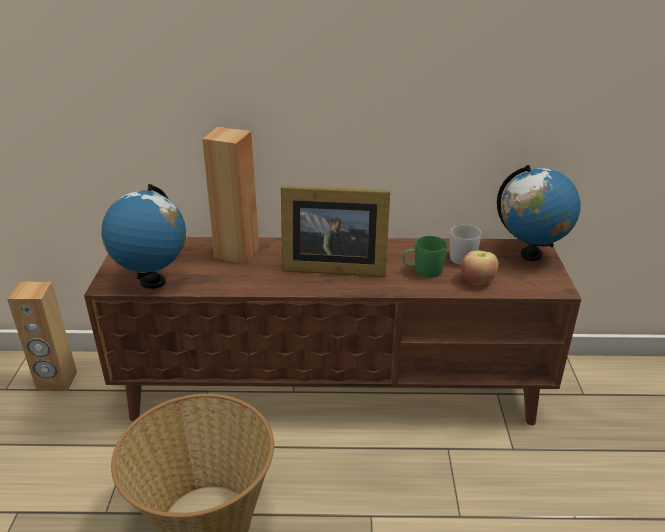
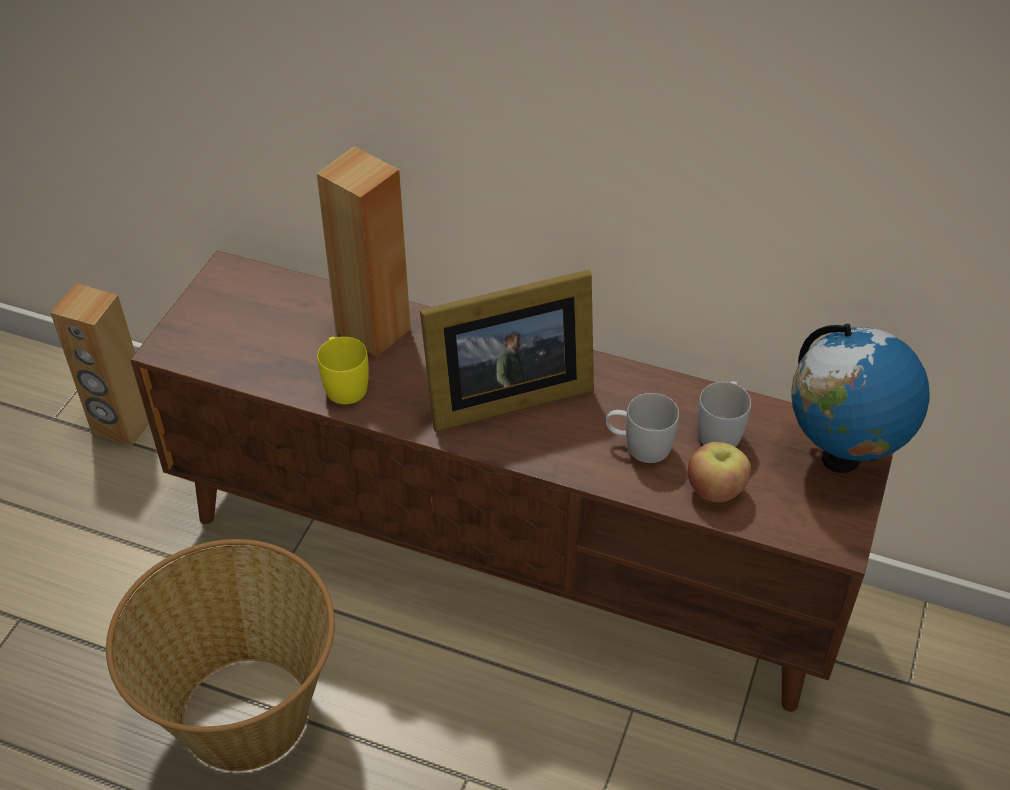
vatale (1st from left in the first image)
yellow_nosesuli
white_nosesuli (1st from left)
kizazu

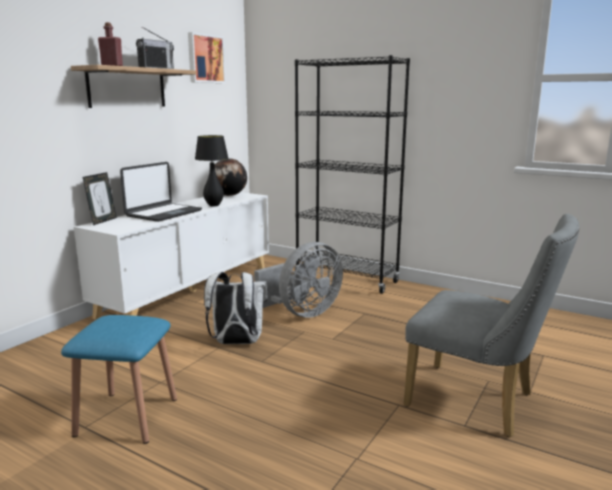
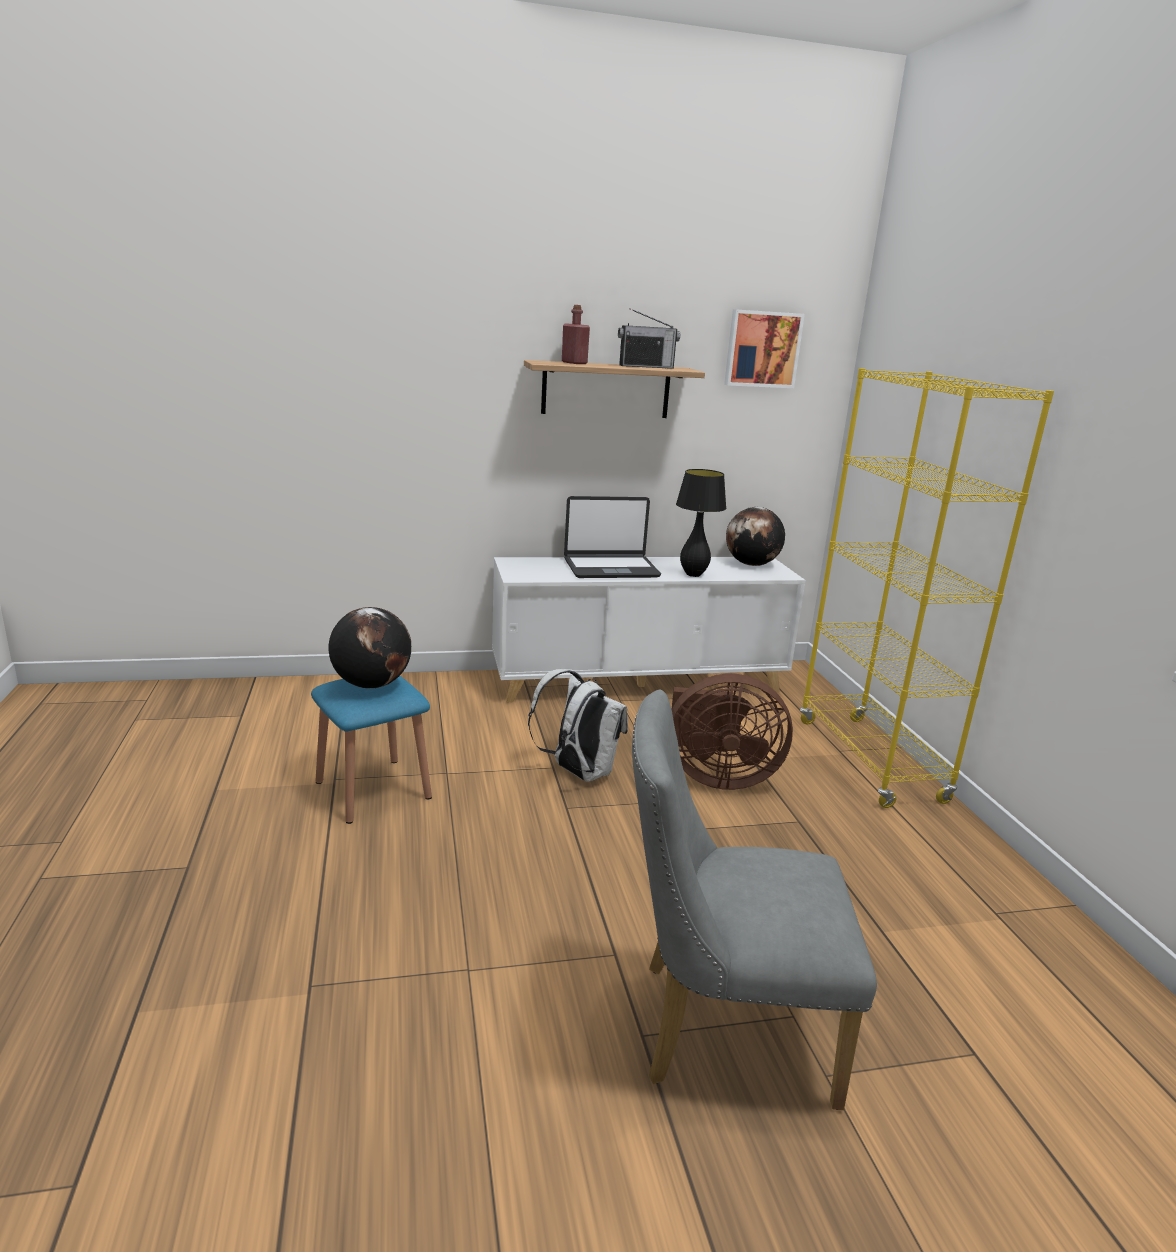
kizazu
vatale (1st from left)
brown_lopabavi
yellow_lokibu
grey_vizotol

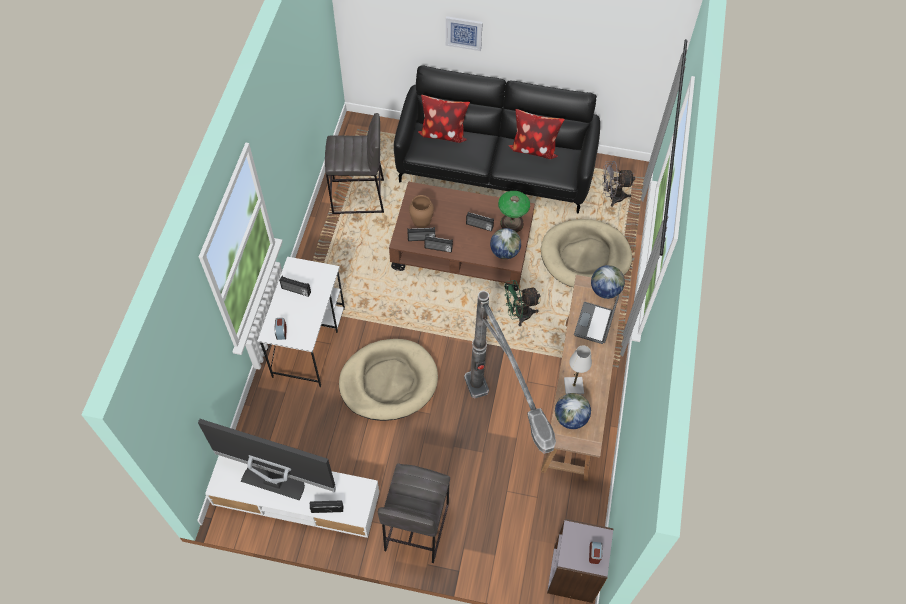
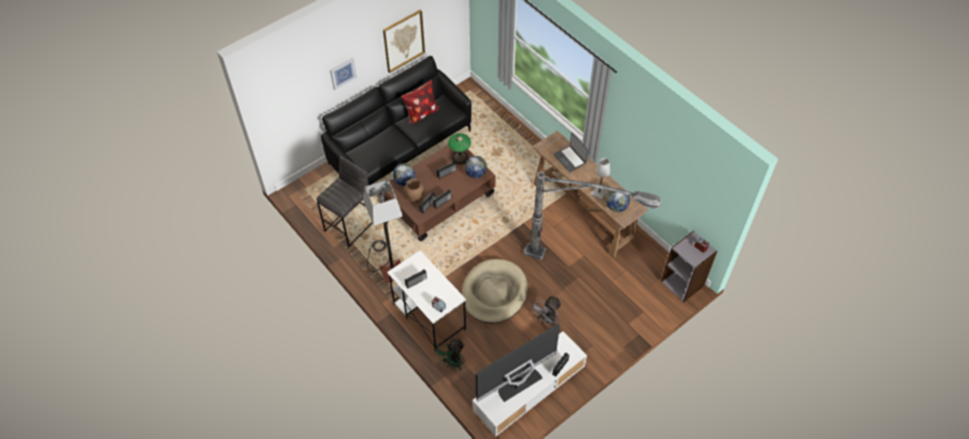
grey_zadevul (2nd from left in the first image)
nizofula (1st from left in the first image)
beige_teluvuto (2nd from left in the first image)
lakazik (1st from left)
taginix (2nd from left)
green_lopabavi
vatale (1st from left)
grey_lopabavi

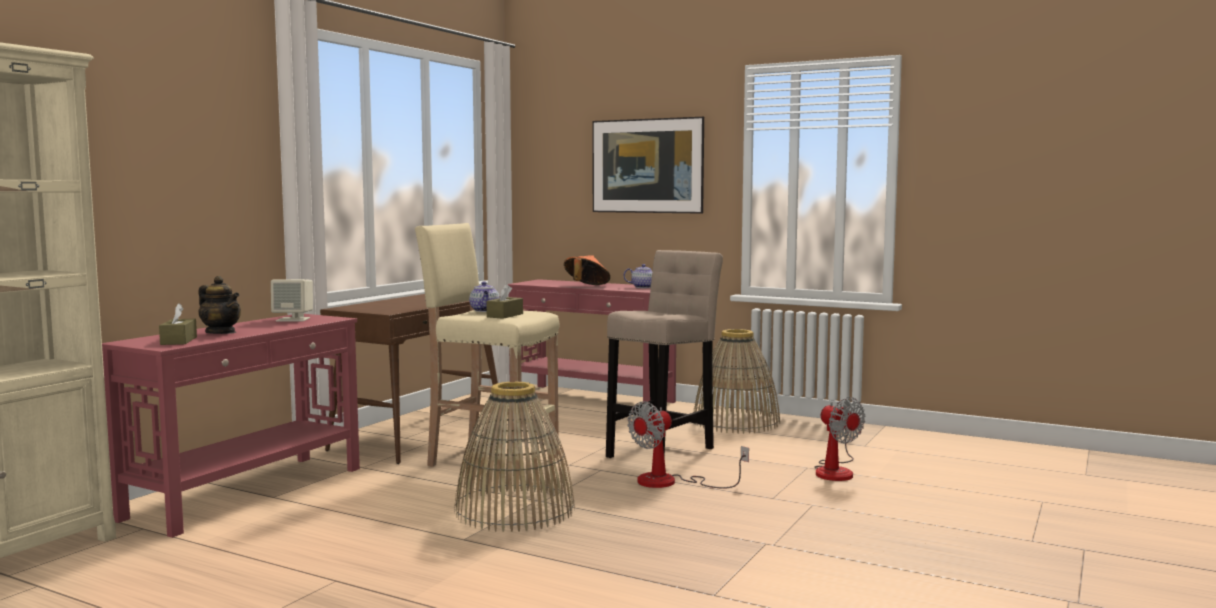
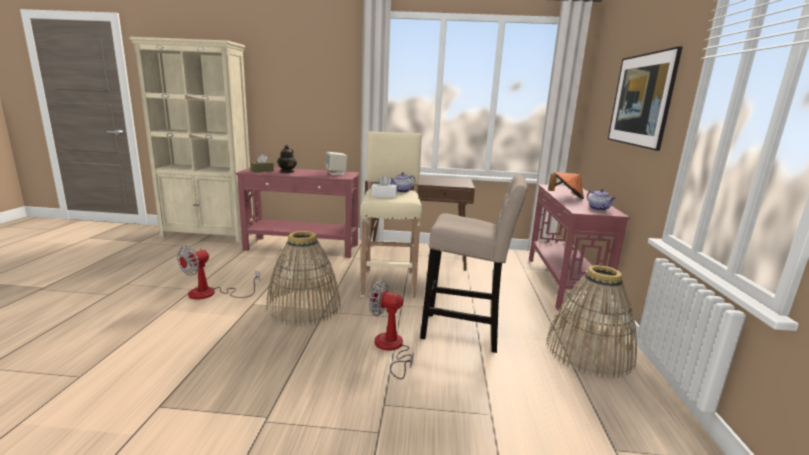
lopabavi (1st from left)
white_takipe

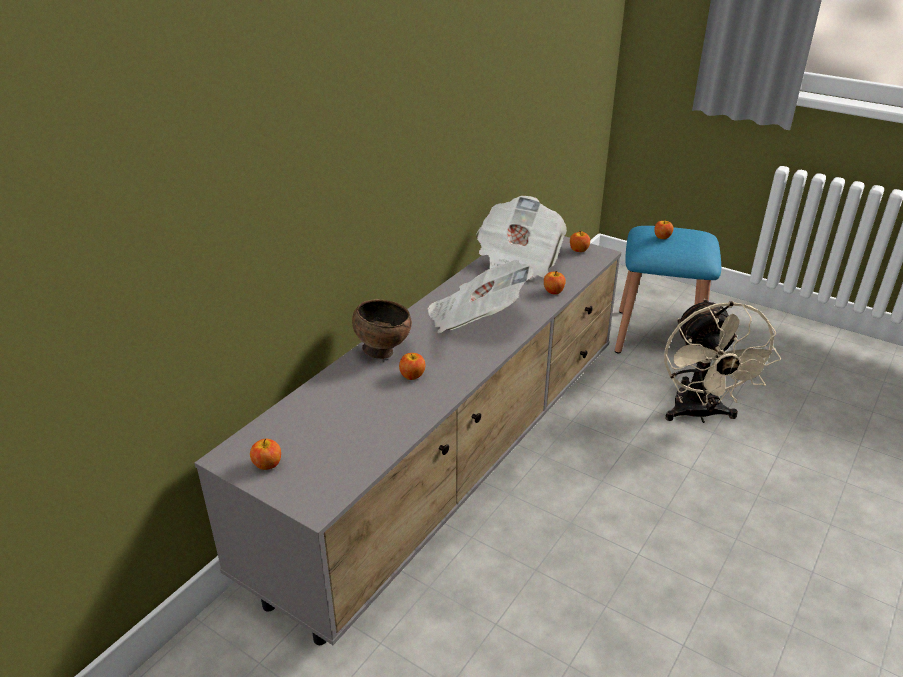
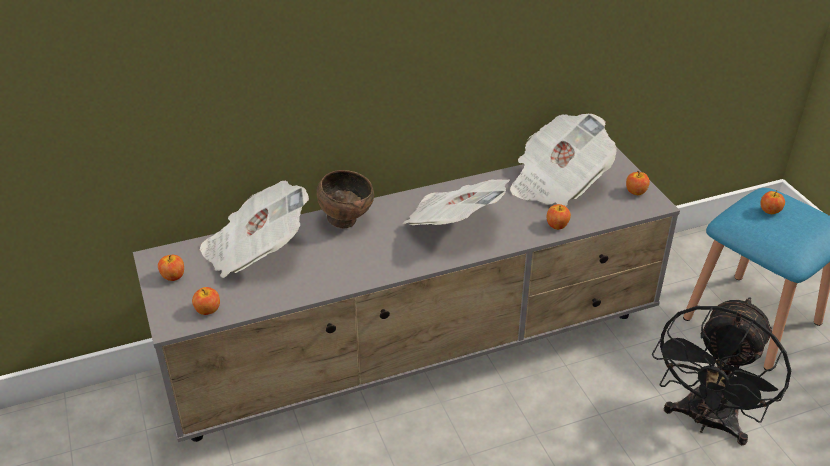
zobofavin (1st from left)
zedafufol (2nd from left)
black_lopabavi

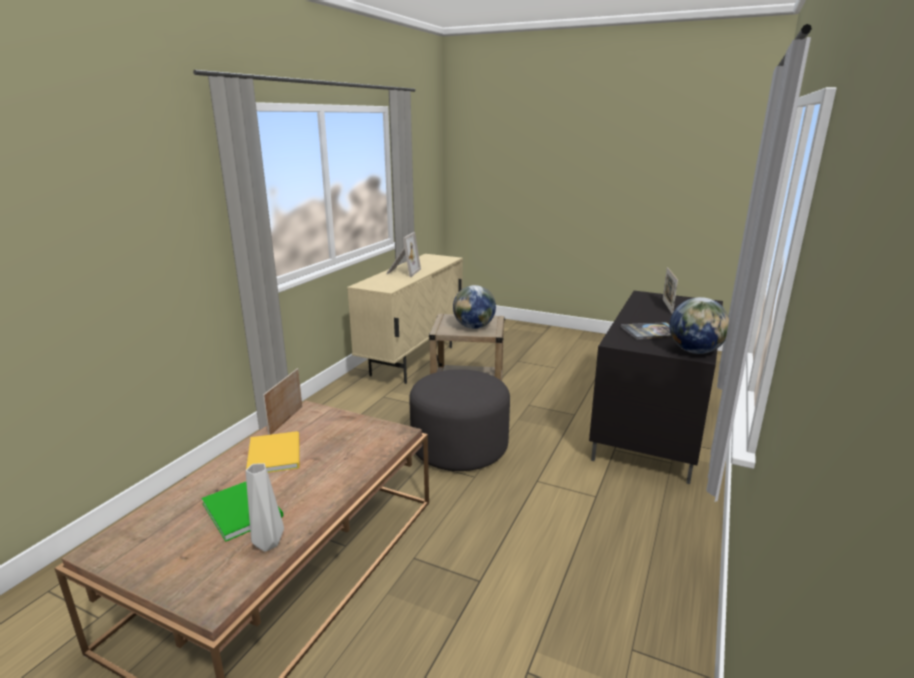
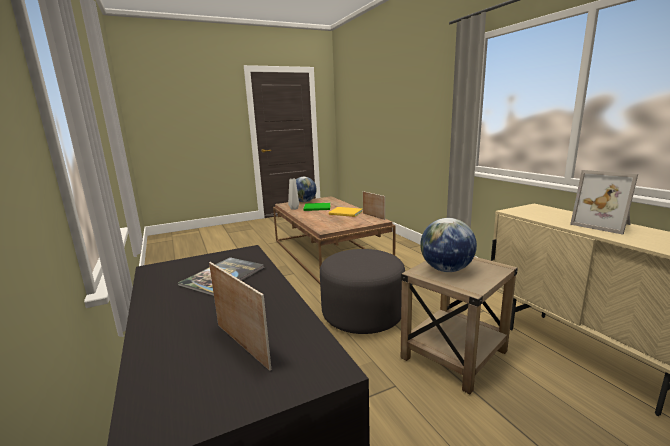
vatale (1st from left)

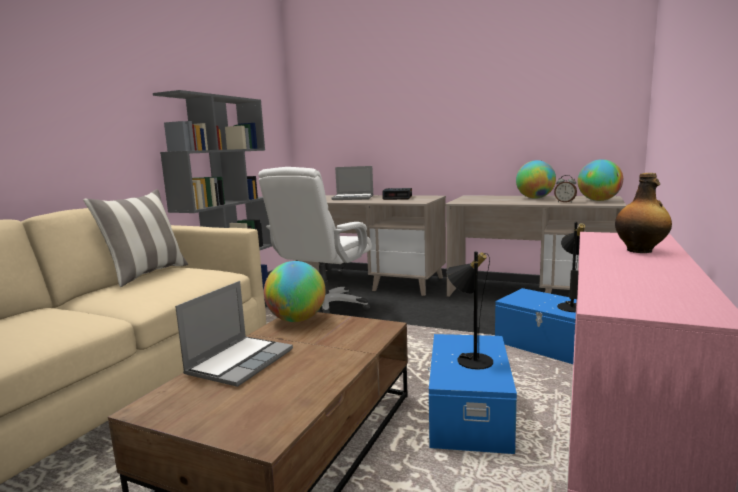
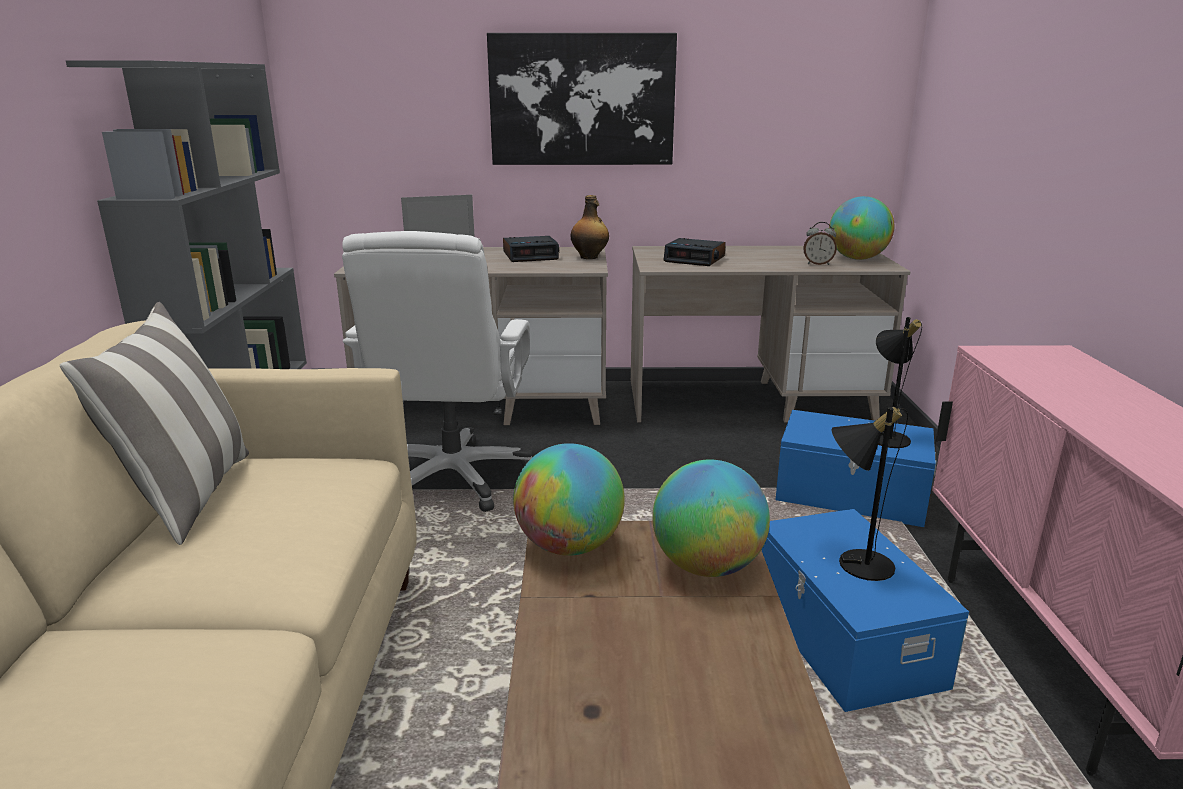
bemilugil (1st from left in the first image)
taginix
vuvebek (2nd from left)
vatale (2nd from left)
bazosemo

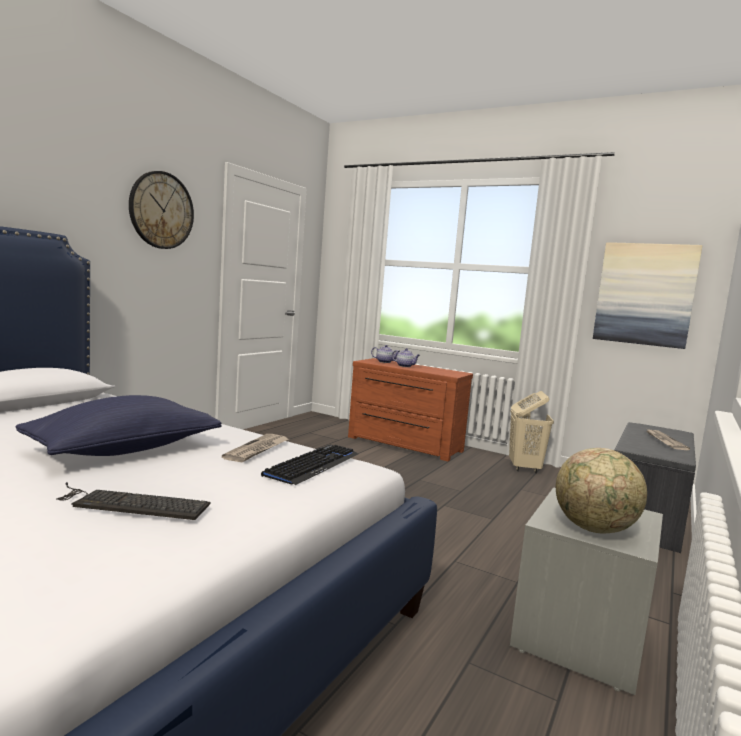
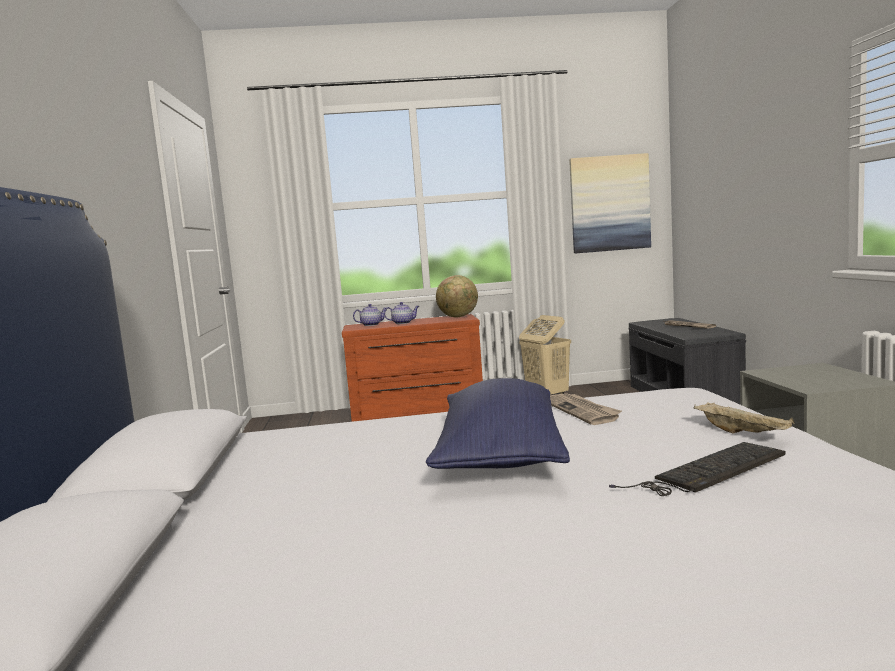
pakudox
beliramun (2nd from left in the first image)
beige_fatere
vatale

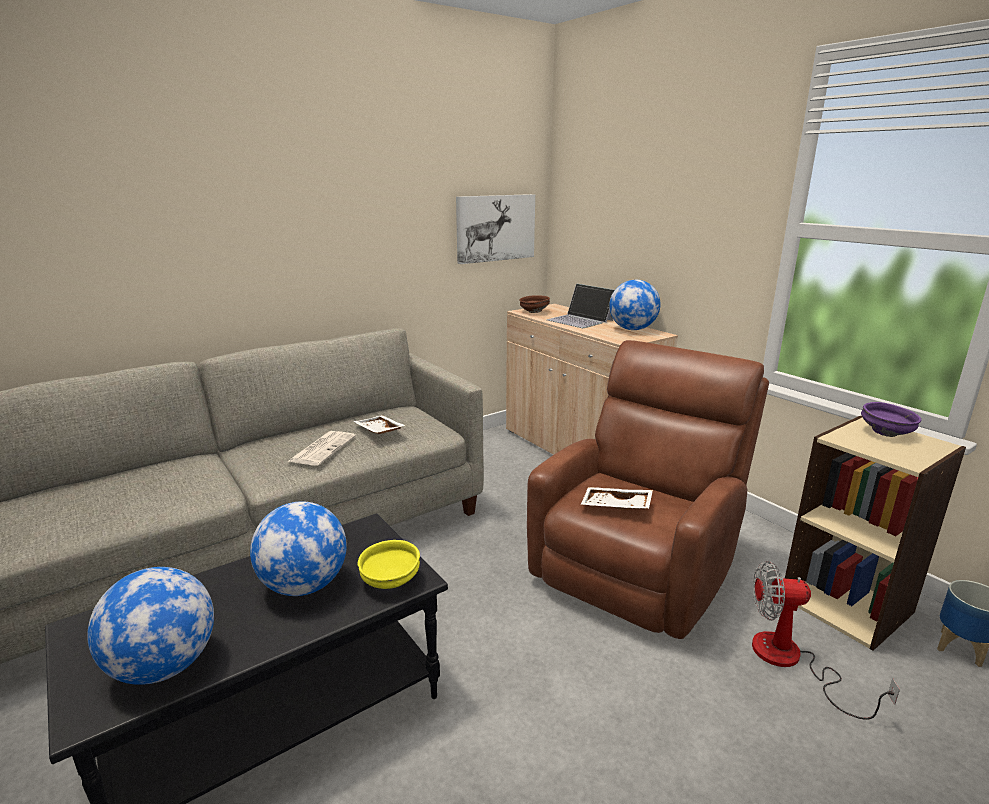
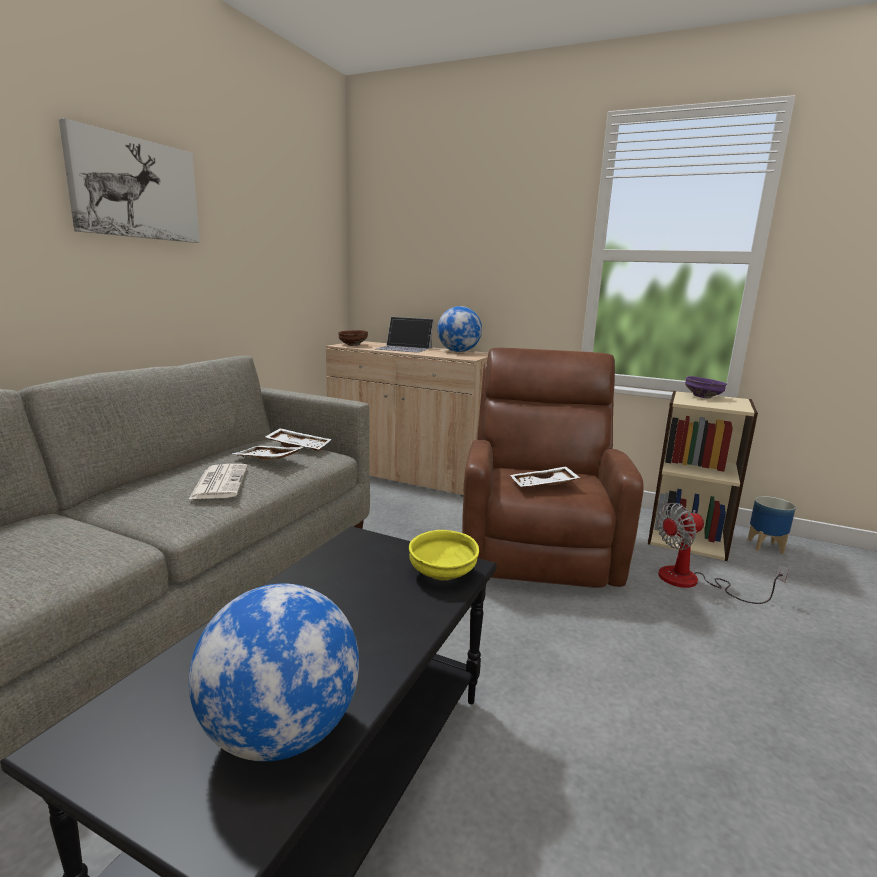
vatale (2nd from left in the first image)
white_fatere (2nd from left)
taginix

